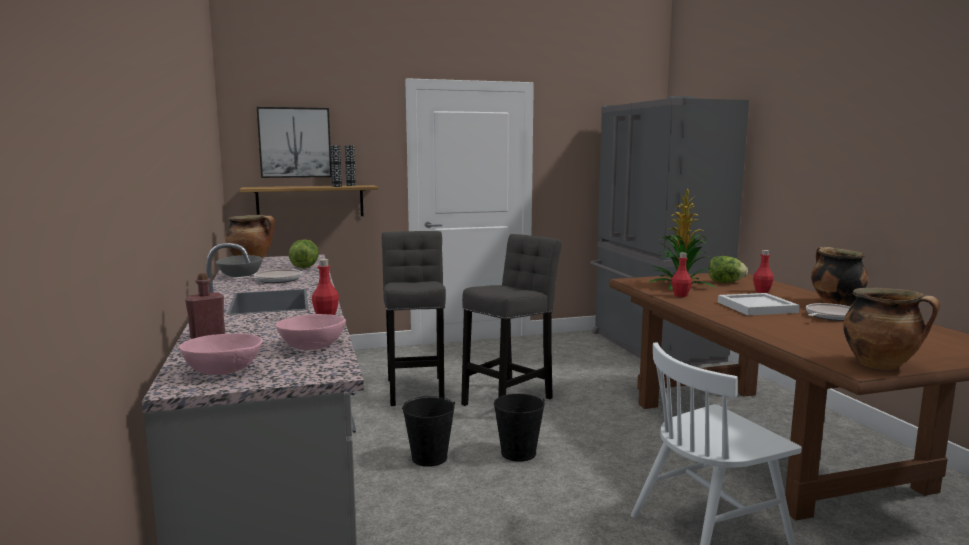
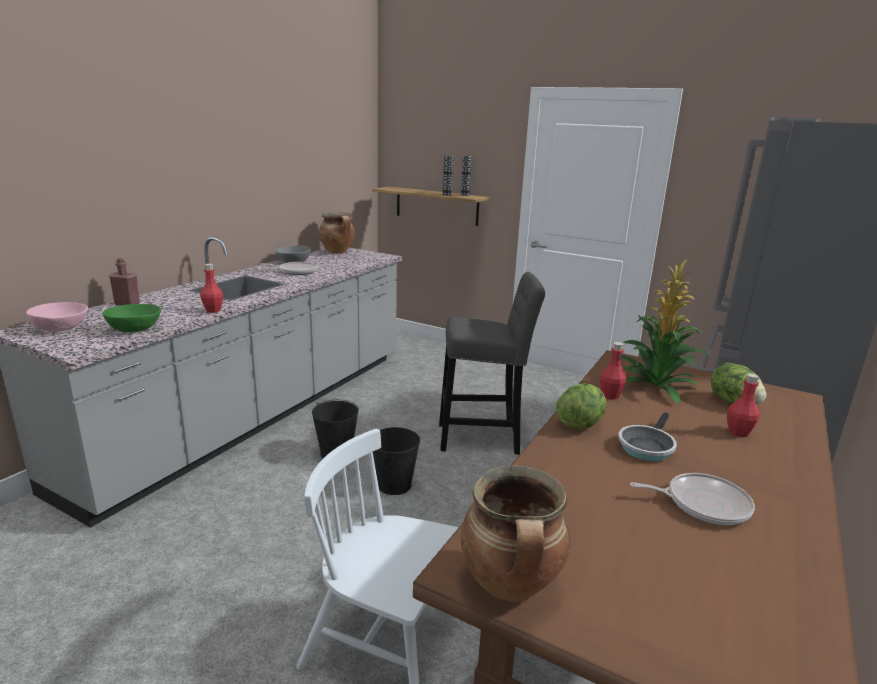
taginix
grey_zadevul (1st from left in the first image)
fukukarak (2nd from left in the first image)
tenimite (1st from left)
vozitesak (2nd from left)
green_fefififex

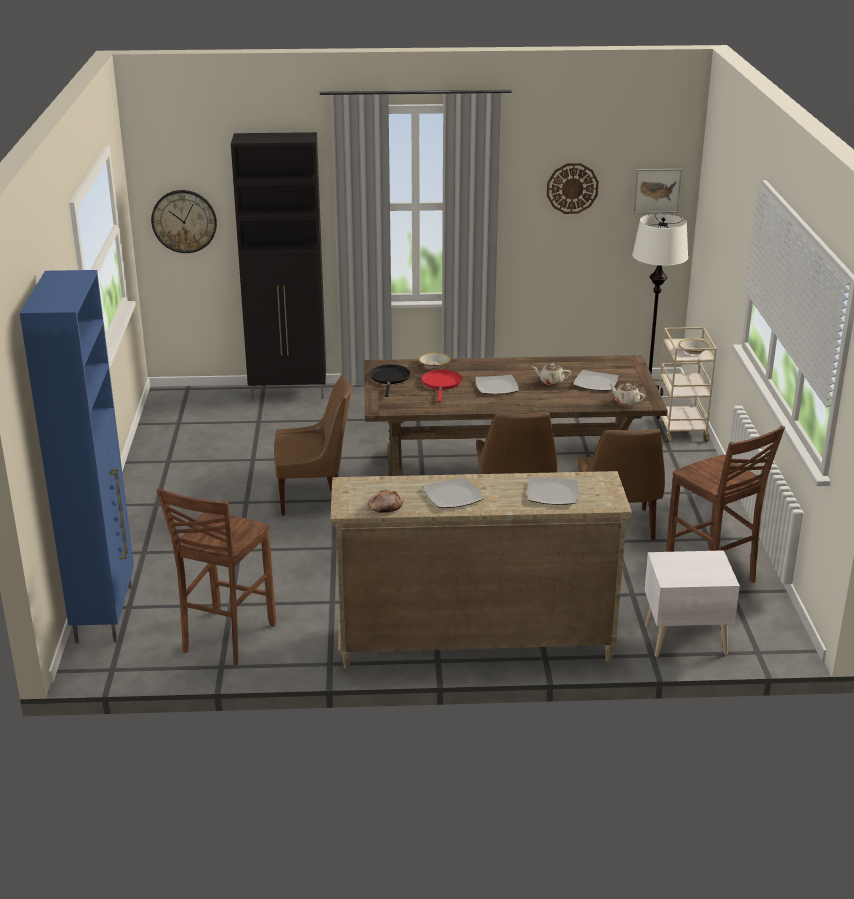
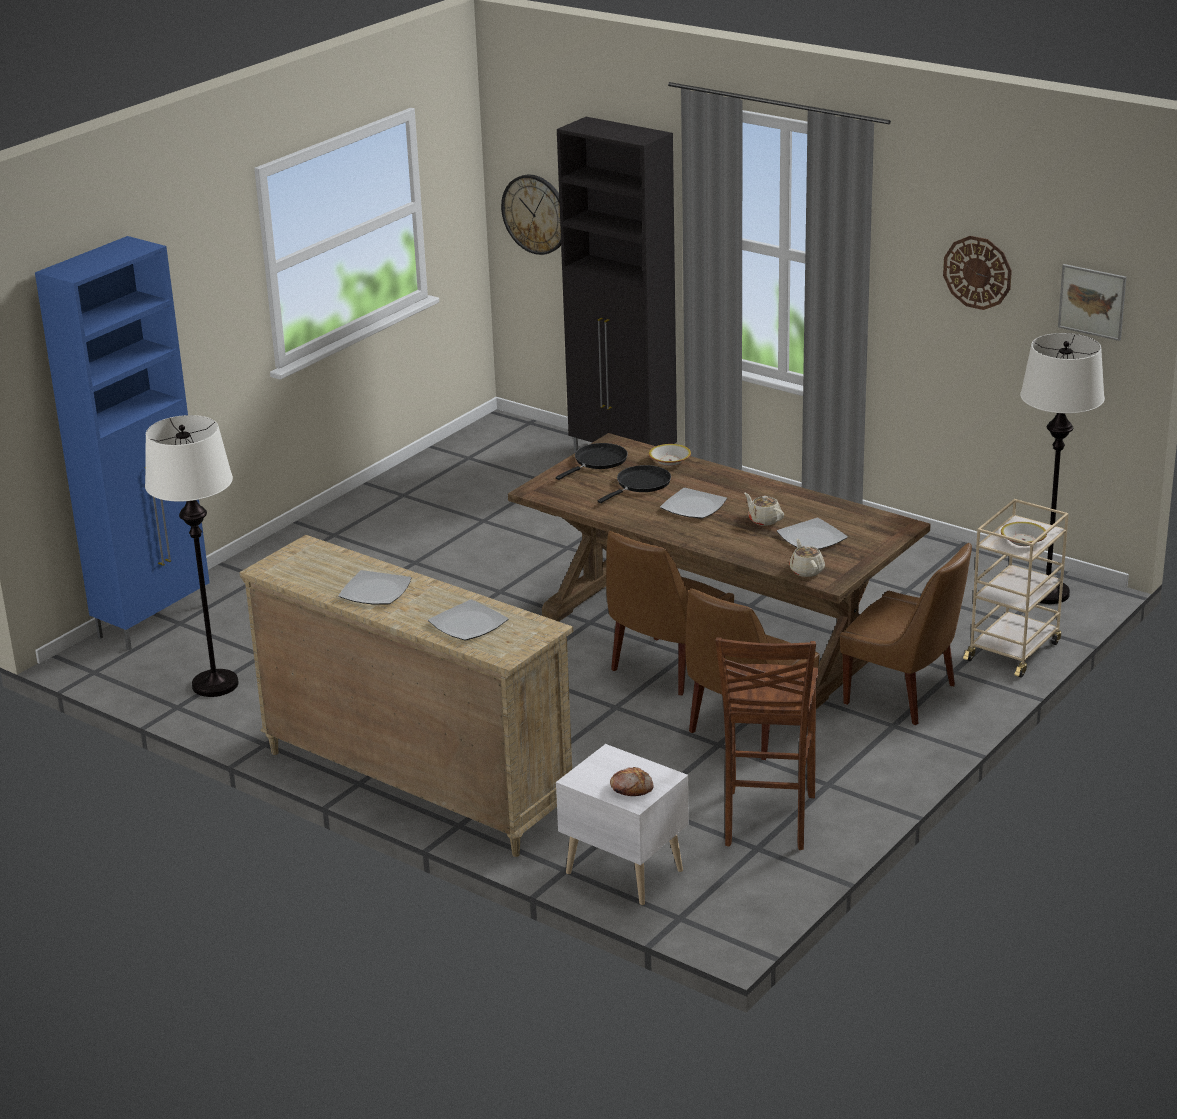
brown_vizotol (3rd from left)
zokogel
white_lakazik (1st from left)
black_vozitesak (2nd from left)

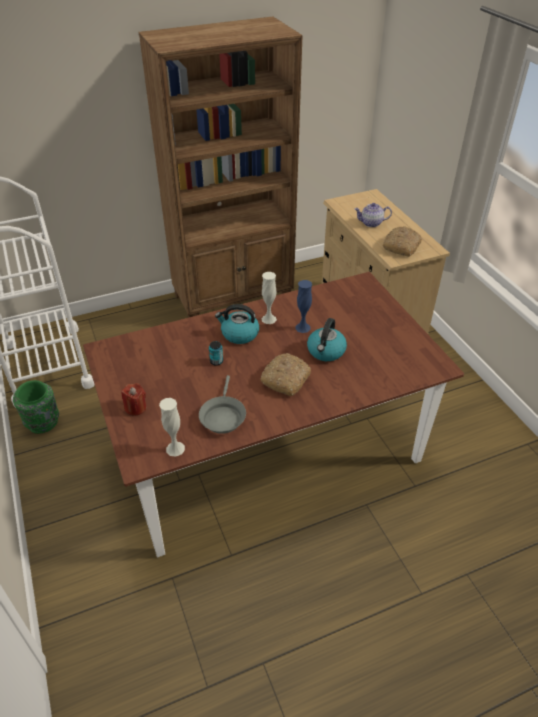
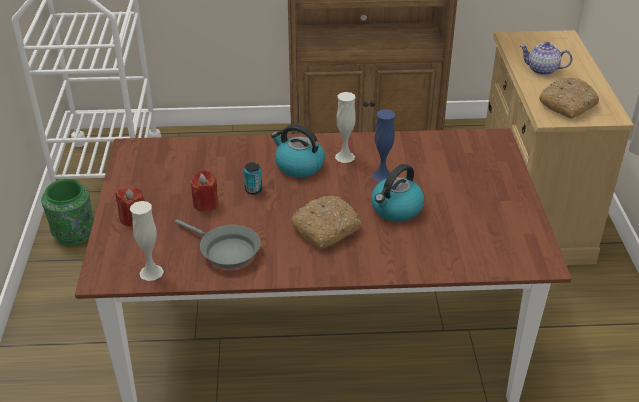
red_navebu (2nd from left)
grey_vozitesak

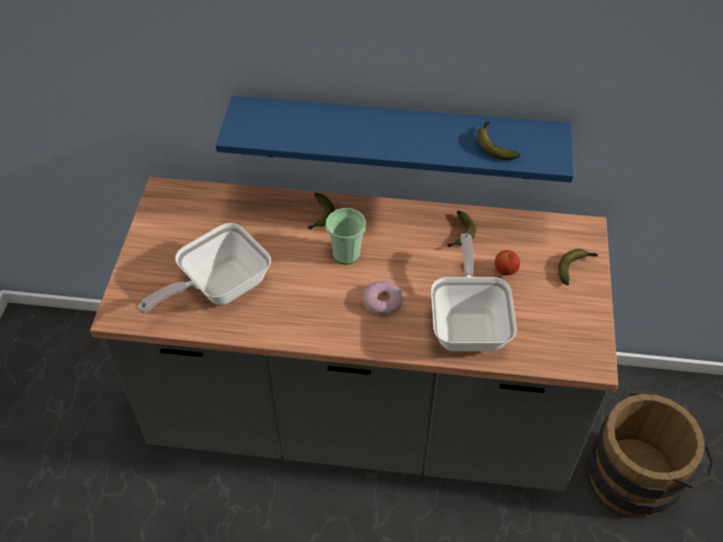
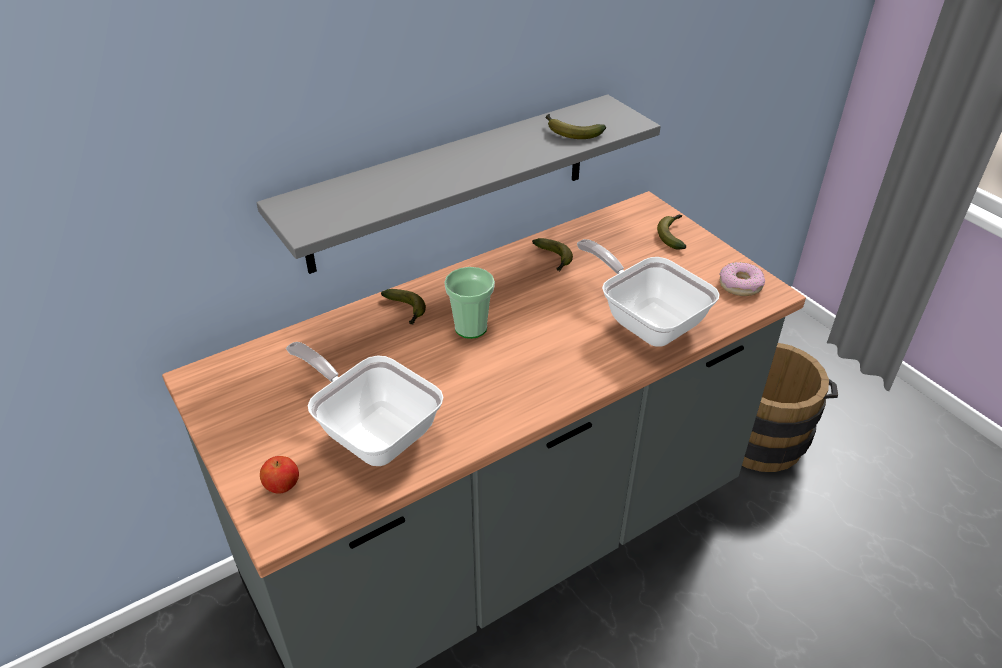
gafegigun
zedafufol
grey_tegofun
vozitesak (1st from left)

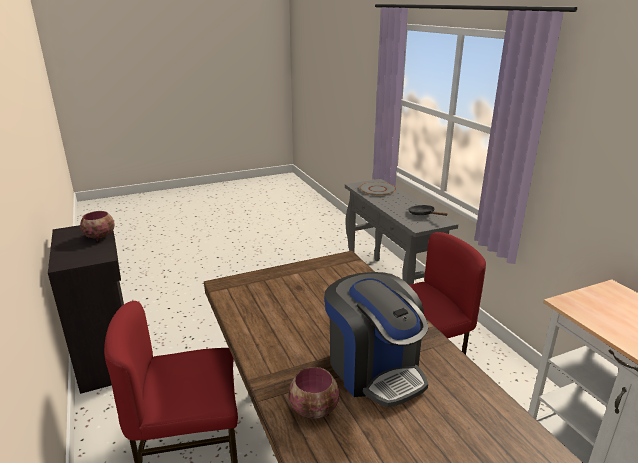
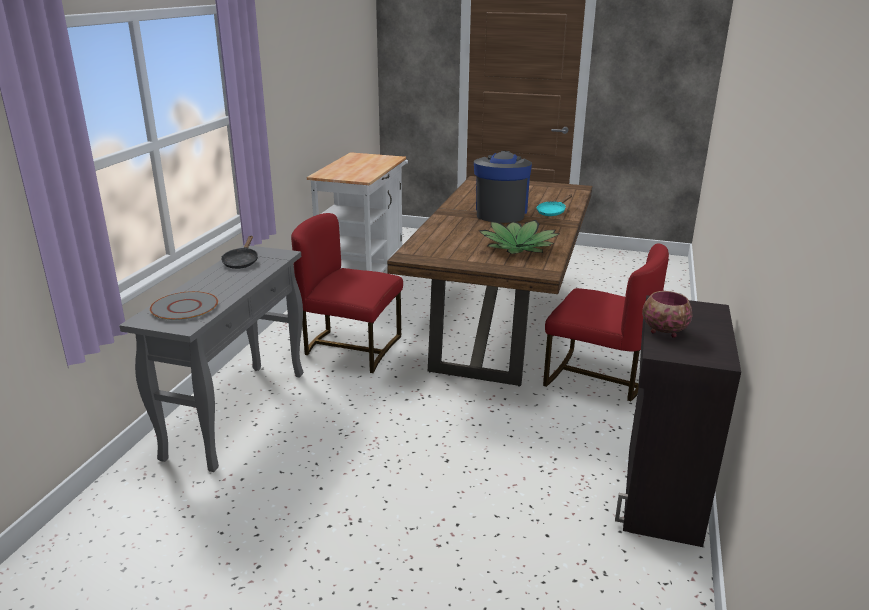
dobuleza
turquoise_vozitesak

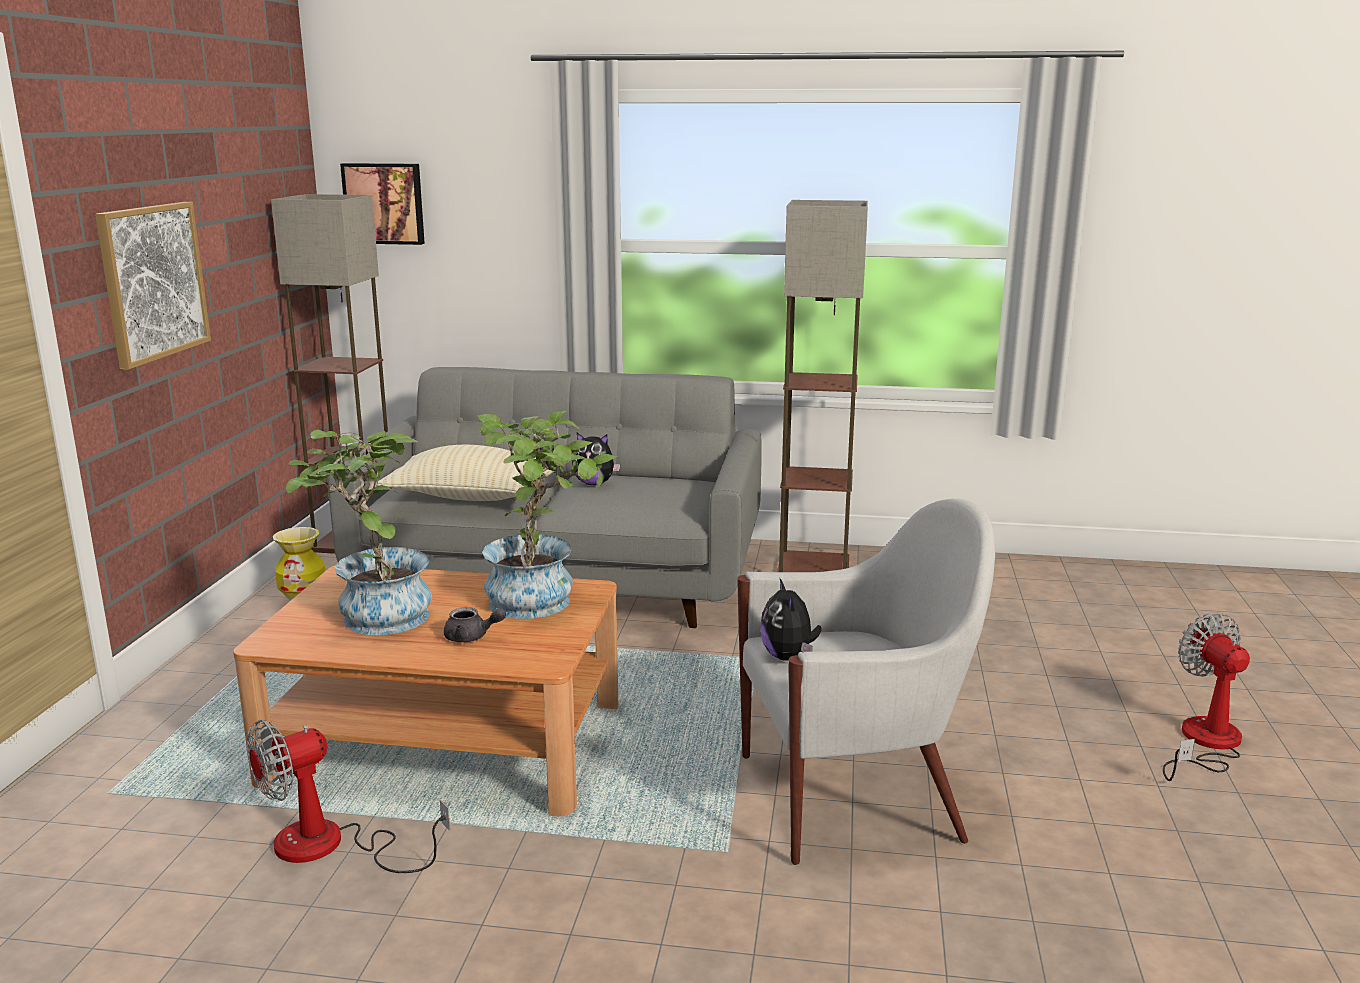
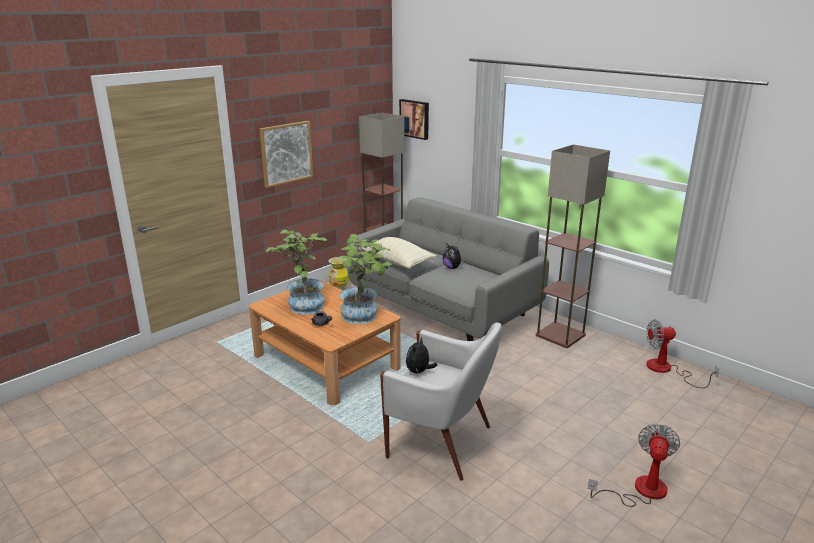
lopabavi (2nd from left)

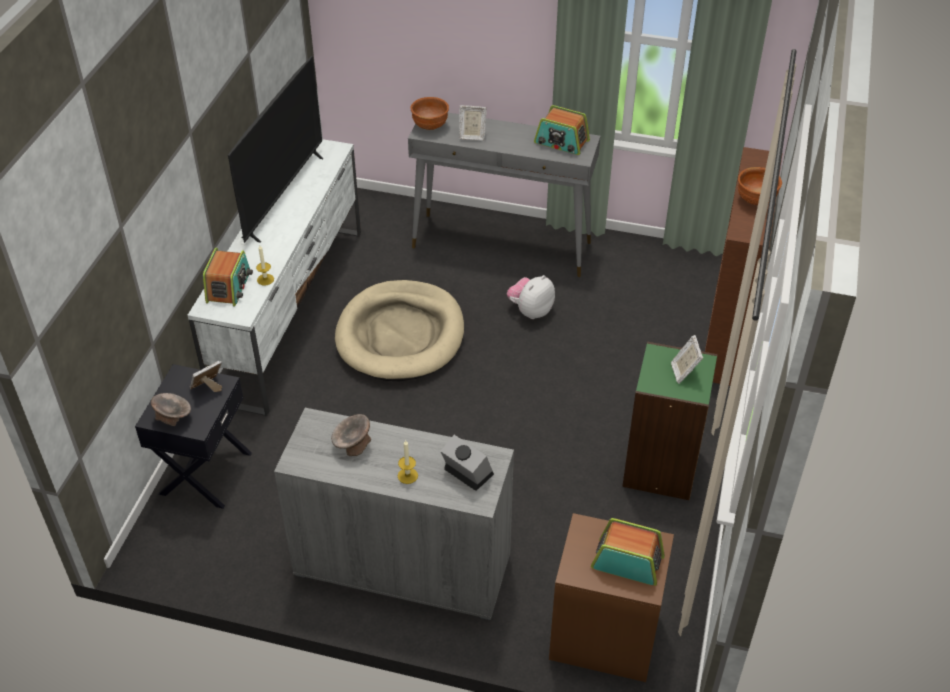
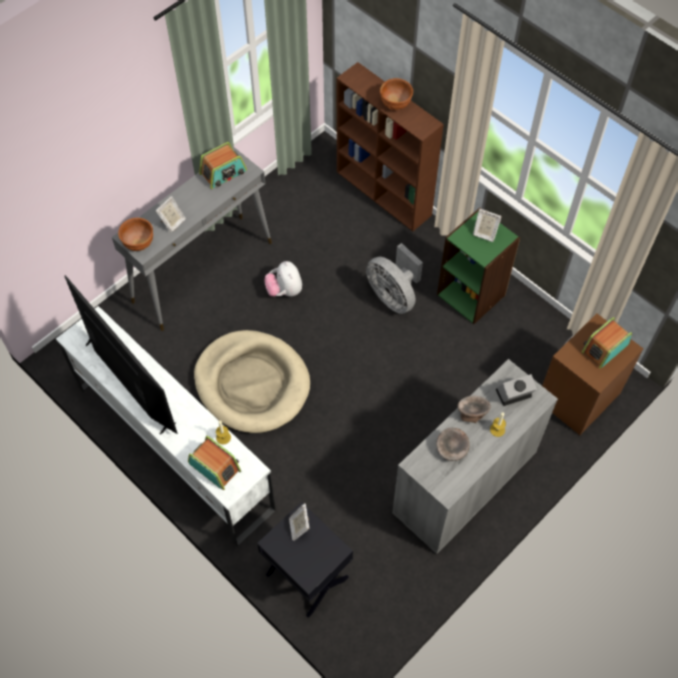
grey_lopabavi
grey_fefififex (2nd from left)

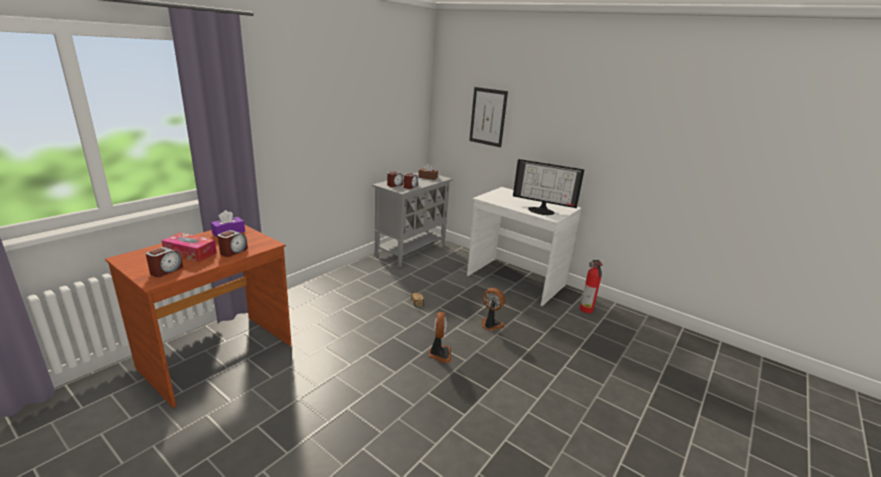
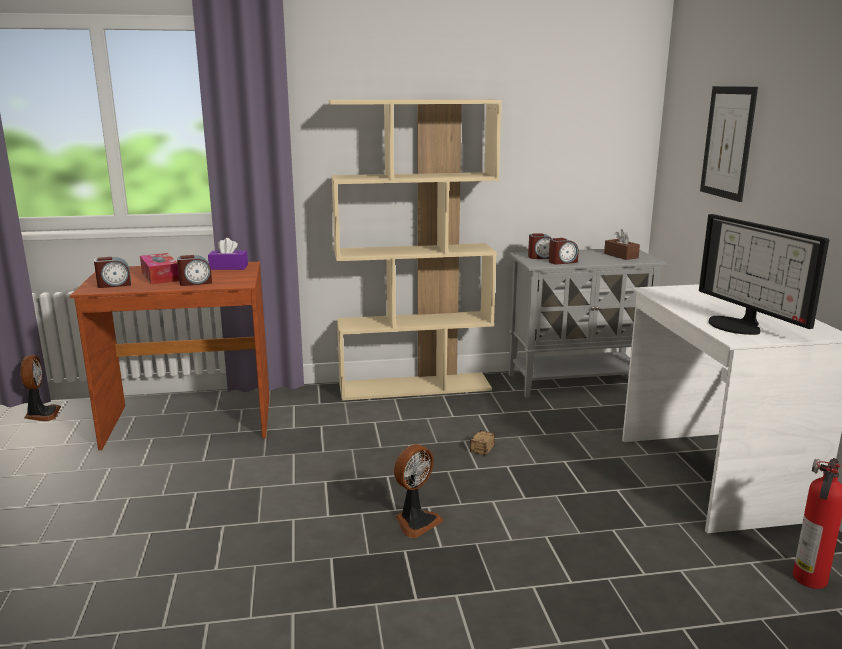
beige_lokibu
lopabavi (1st from left)

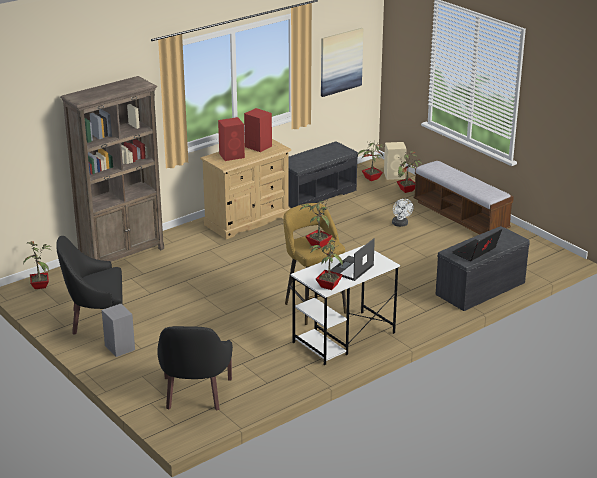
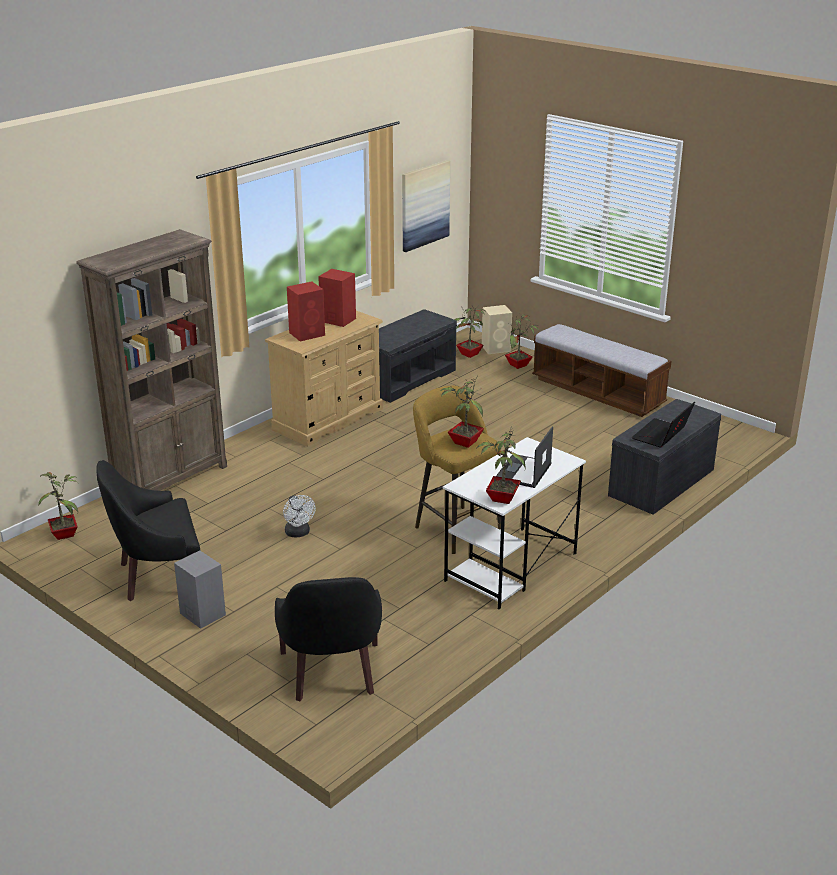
white_lopabavi

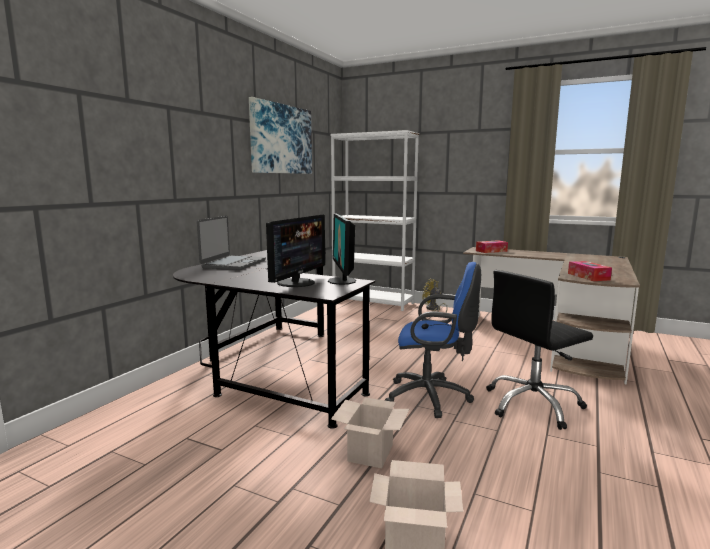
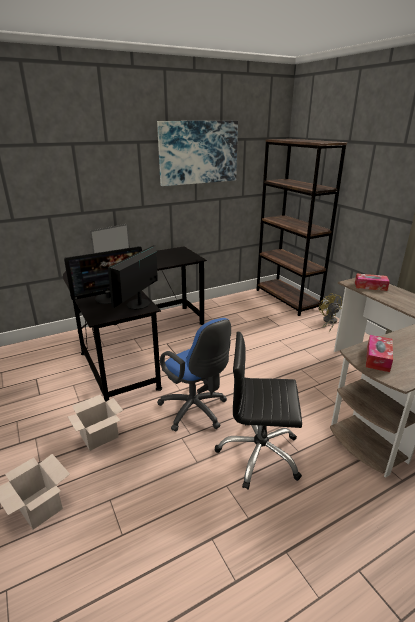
brown_lokibu

